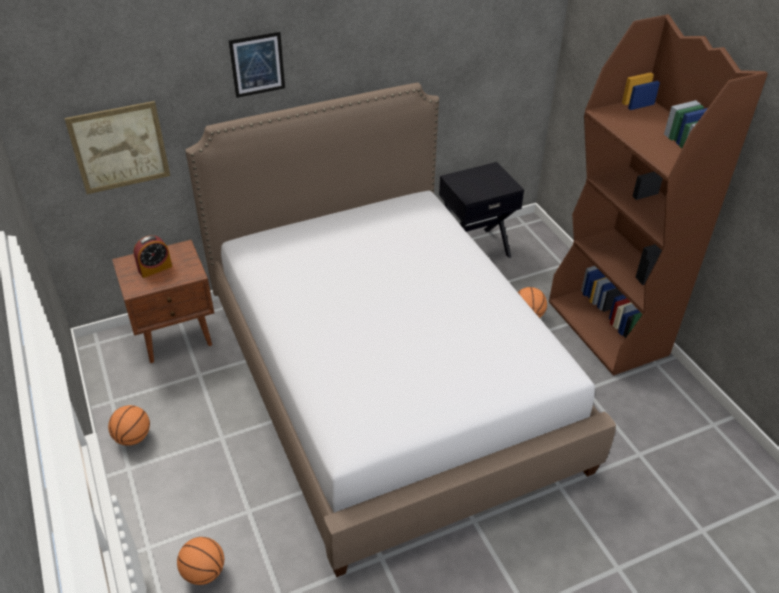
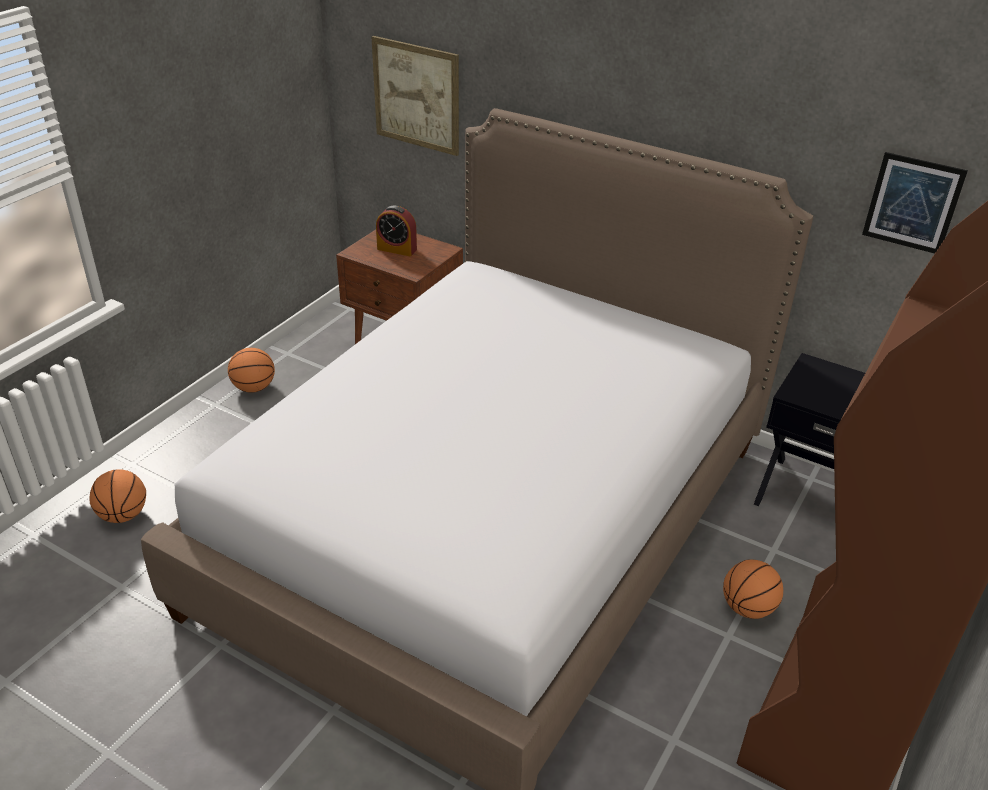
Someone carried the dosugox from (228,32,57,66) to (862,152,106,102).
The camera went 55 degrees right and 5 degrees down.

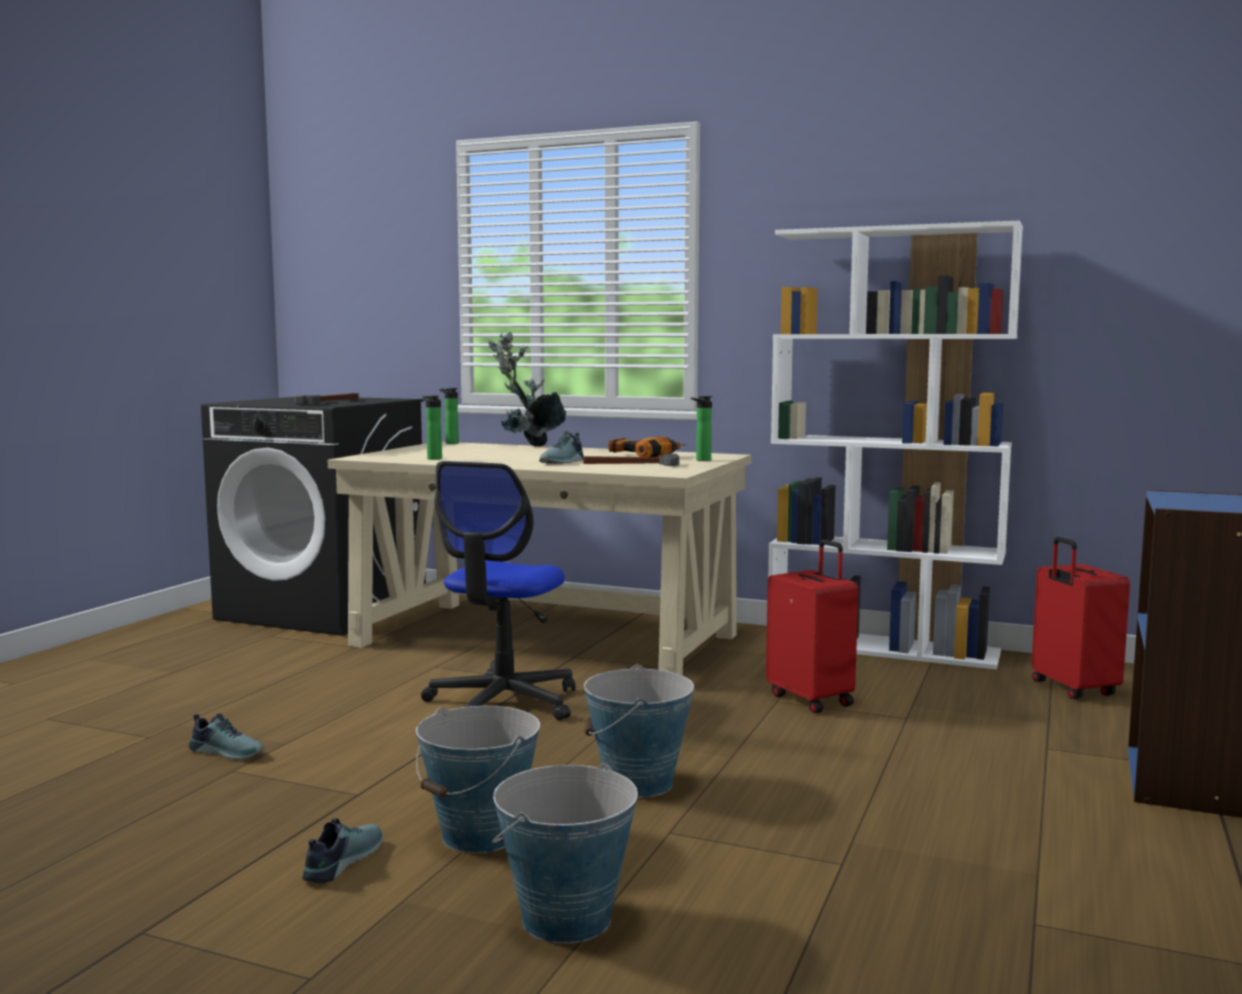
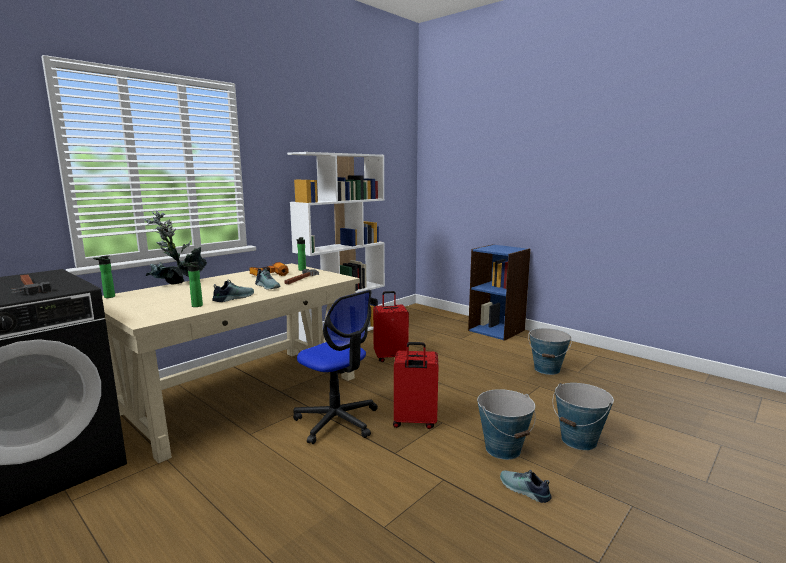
Someone carried the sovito from (189,713,75,47) to (212,280,42,22).
Someone carried the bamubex from (584,664,110,134) to (528,328,44,47).
Someone carried the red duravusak from (1032,537,98,162) to (393,342,45,87).
The camera went 70 degrees left and 5 degrees up.

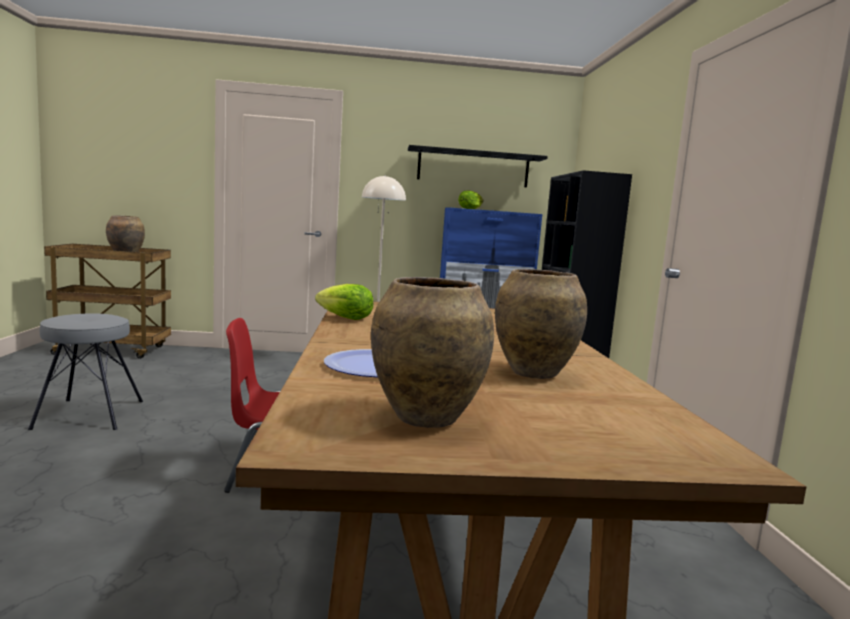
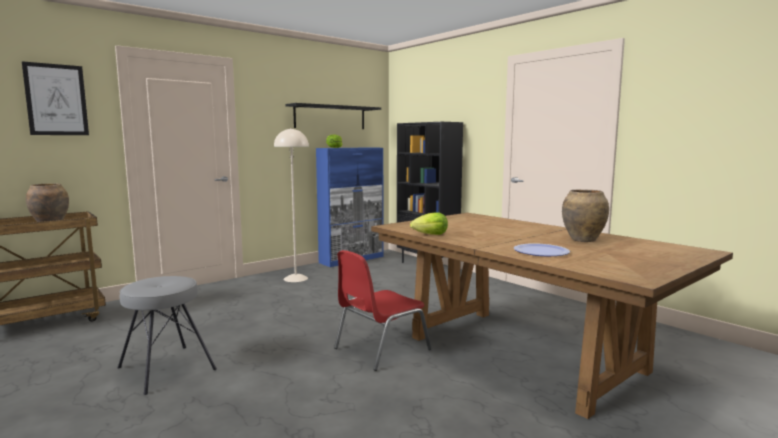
Someone took away the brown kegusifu at (371,277,123,151).
Someone put up the dosugox at (22,61,67,74).
The camera went 35 degrees left and 0 degrees up.

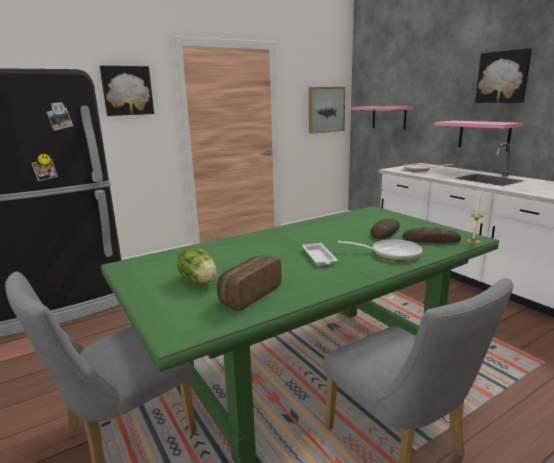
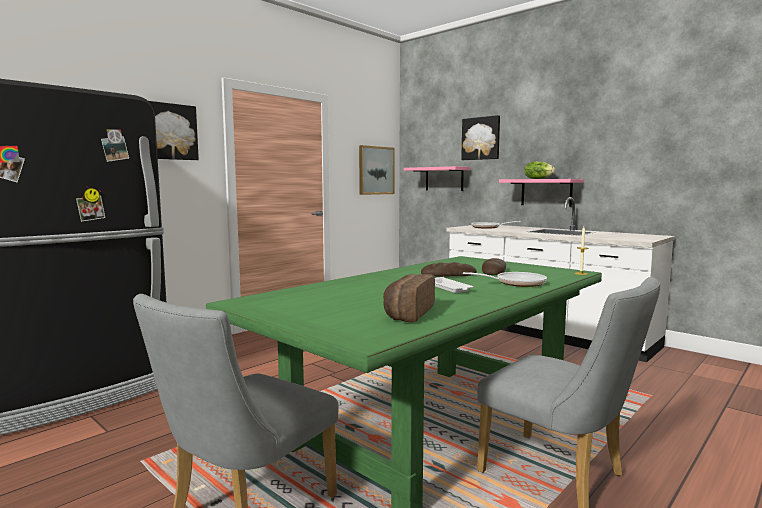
Someone carried the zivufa from (177,248,40,36) to (524,161,31,18).
Someone carried the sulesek from (402,227,59,16) to (421,262,56,15).
Someone carried the dosugox from (475,48,57,55) to (461,115,39,45).
The camera went 15 degrees left and 10 degrees down.

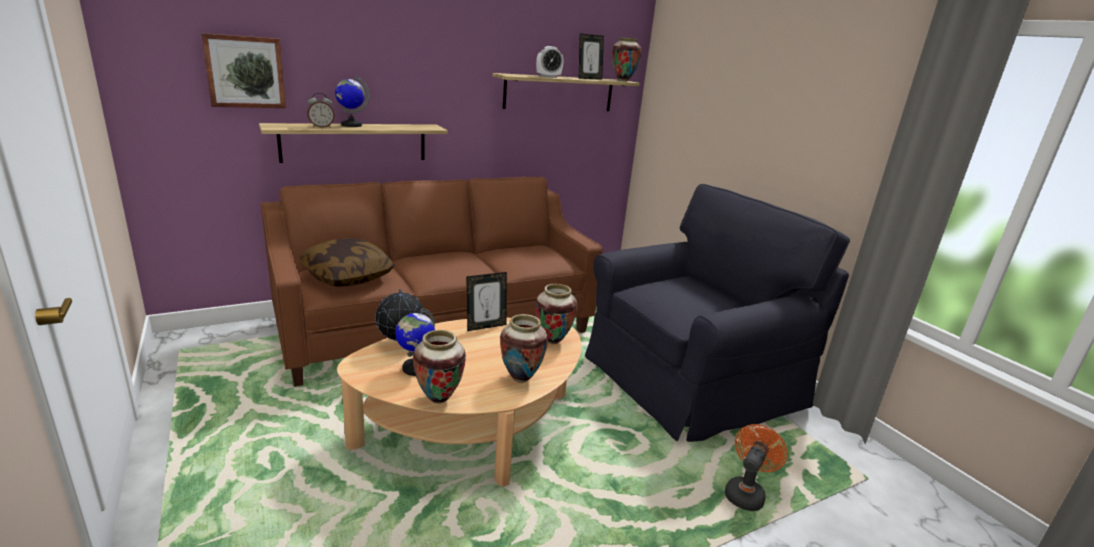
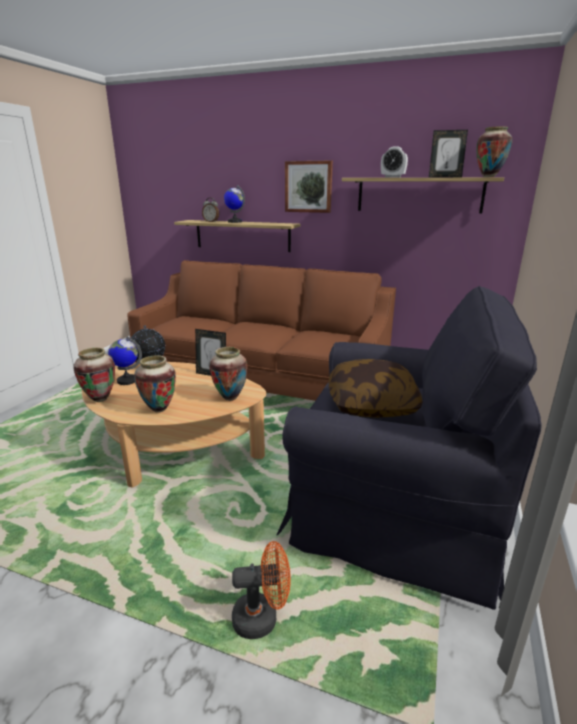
Someone carried the dosugox from (201,33,85,75) to (285,161,48,52).
Someone carried the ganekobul from (299,238,96,49) to (329,359,94,59).
The camera went 50 degrees right and 0 degrees up.

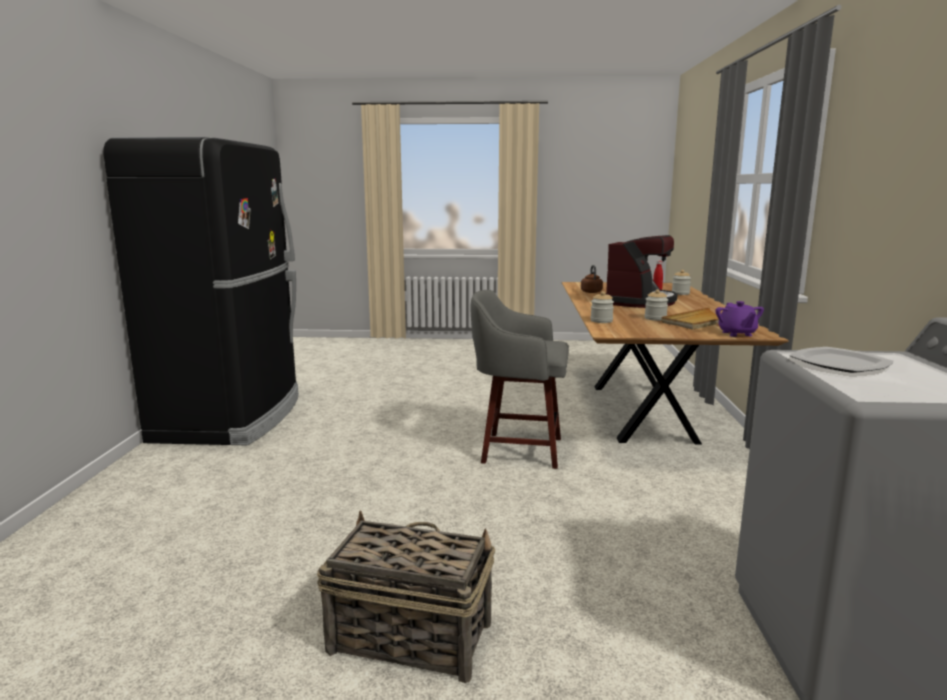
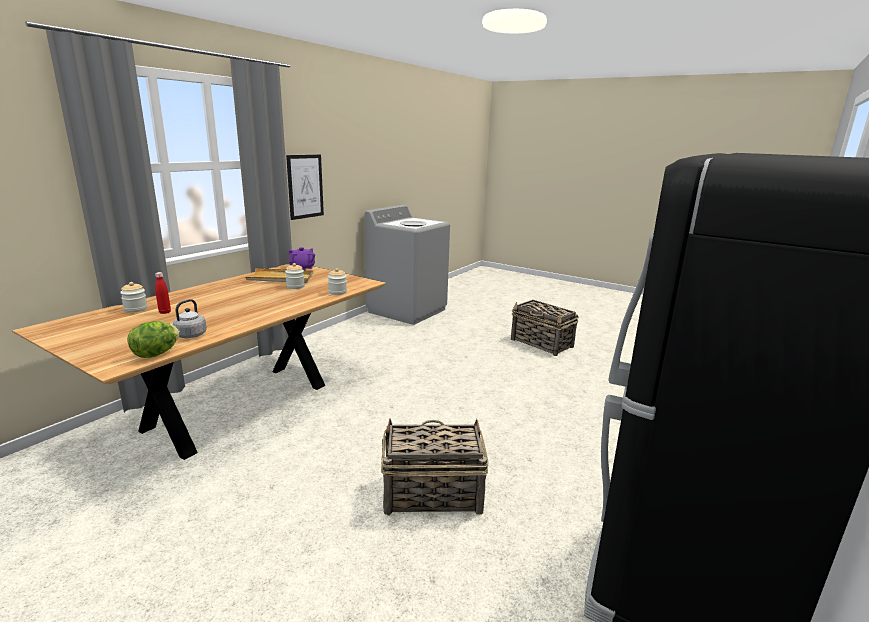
Someone took away the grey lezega at (471,290,98,179).
Someone repainted the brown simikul at (581,265,22,28), which became the grey simikul at (168,299,39,39).
Someone took away the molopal at (606,235,72,73).
Someone put down the zivufa at (127,321,53,37).
Someone put up the dosugox at (286,155,38,65).
Someone put down the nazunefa at (381,419,108,97).
The camera went 150 degrees left and 5 degrees up.

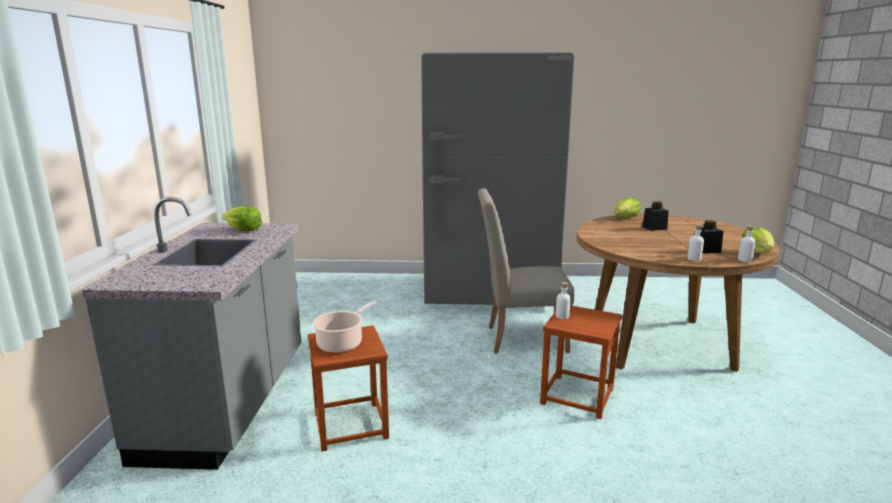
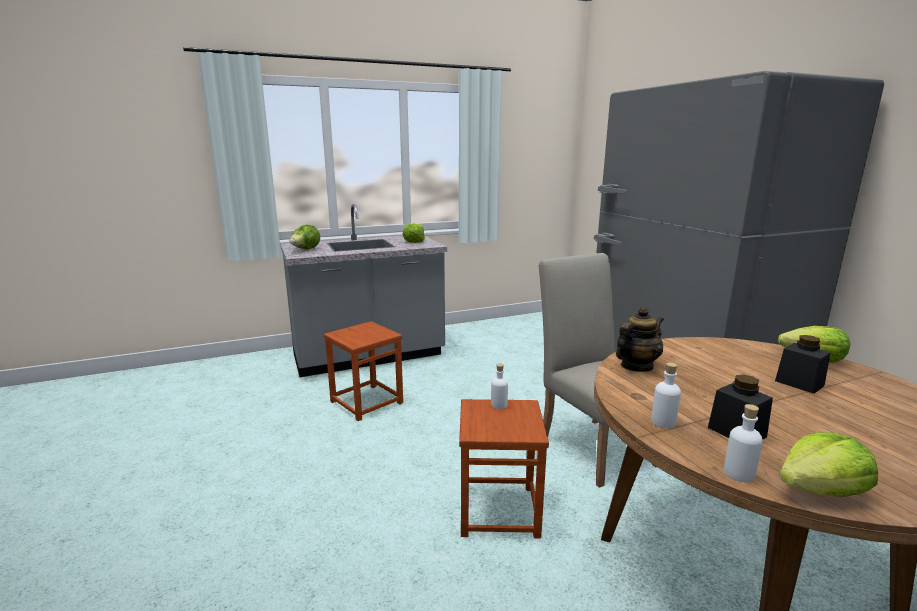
Someone took away the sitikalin at (313,301,64,52).
Someone put down the zivufa at (289,225,31,24).
Someone put down the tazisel at (616,307,48,65).
The camera went 65 degrees right and 0 degrees up.

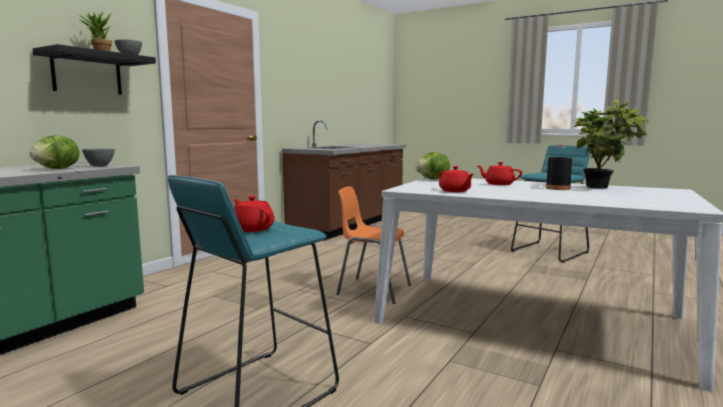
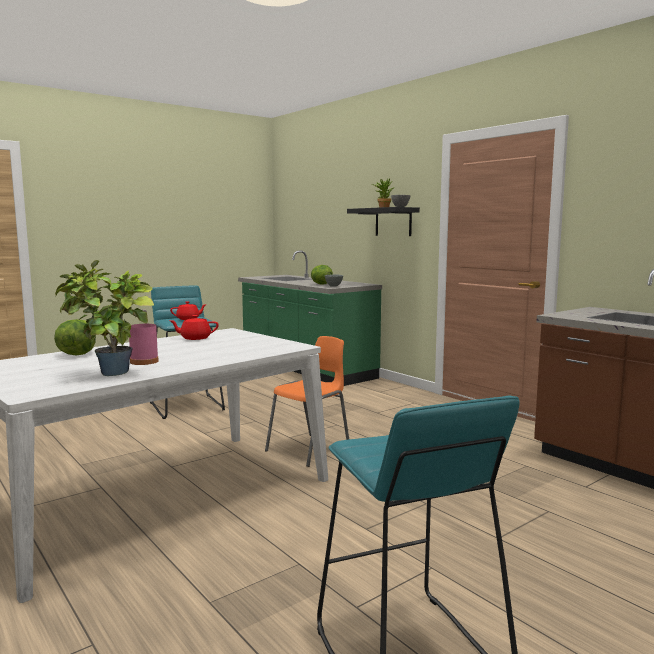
Someone carried the zivufa from (415,152,35,27) to (54,319,42,37).
Someone took away the red tazisel at (478,162,44,23).
Someone repainted the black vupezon at (546,144,26,46), which became the pink vupezon at (129,309,30,56).
The camera went 110 degrees right and 0 degrees up.

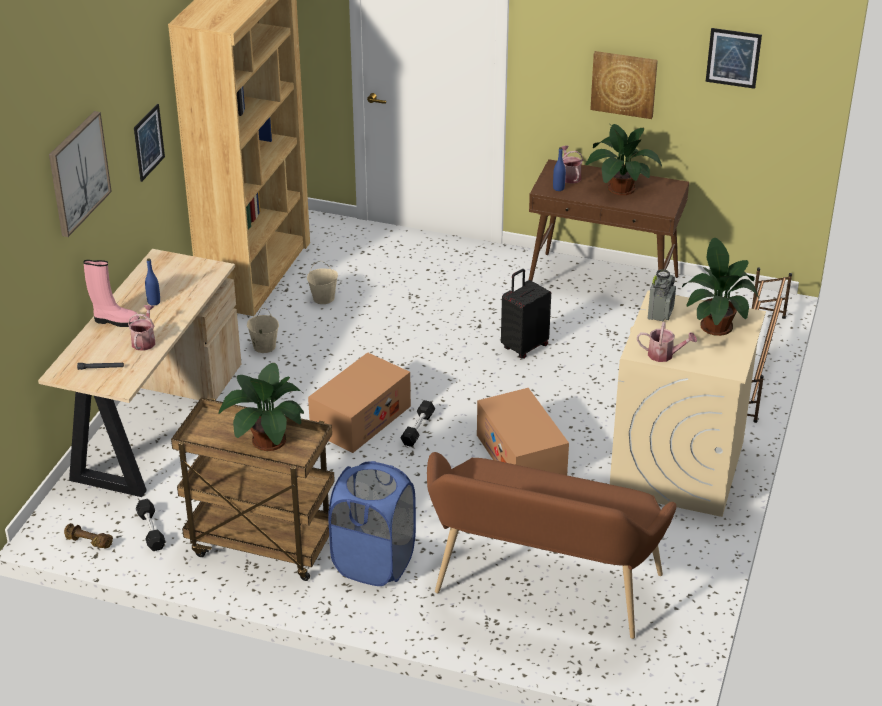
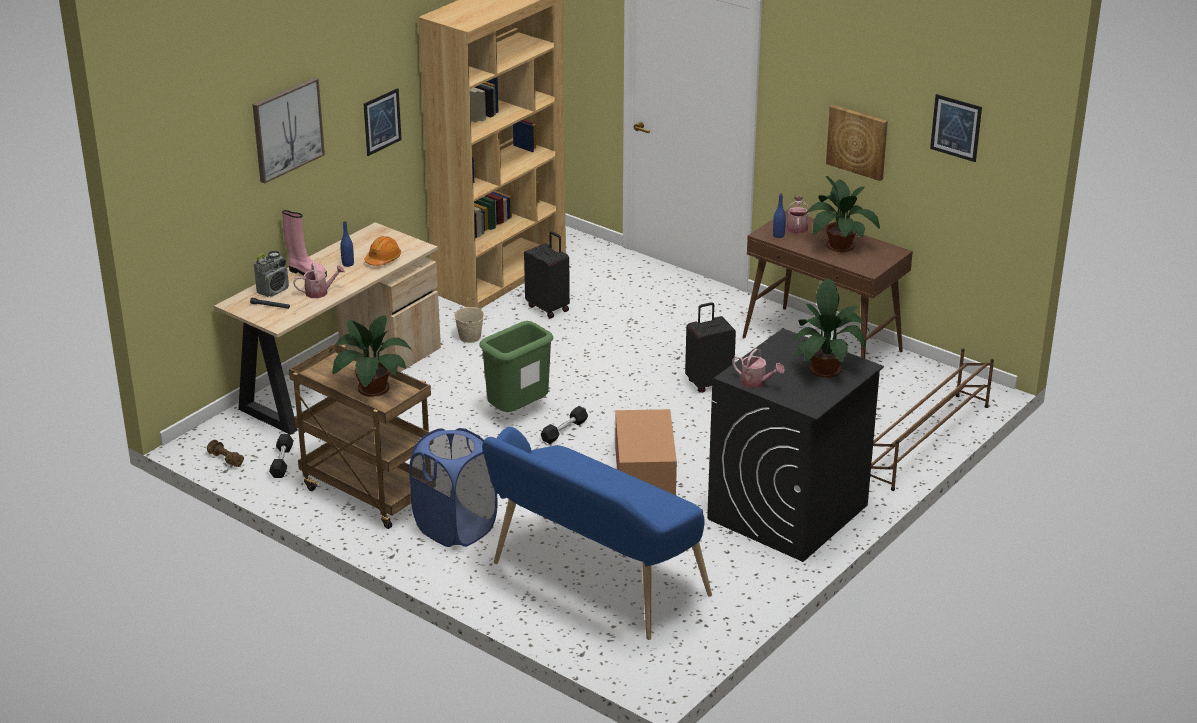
Someone rotated the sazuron at (128,305,27,46) by 45 degrees clockwise.
Someone swapped the beige bamubex at (307,261,31,43) for the black duravusak at (524,231,46,87).
Someone swapped the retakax at (308,352,103,101) for the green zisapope at (479,321,74,91).
Someone repainted the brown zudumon at (427,452,250,187), which became the blue zudumon at (482,427,230,213).
Someone repainted the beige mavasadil at (610,291,156,226), which became the black mavasadil at (707,329,177,233).
Someone carried the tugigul from (648,269,28,53) to (254,251,35,46).
Someone put down the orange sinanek at (364,236,37,30).
The camera went 20 degrees right and 5 degrees down.

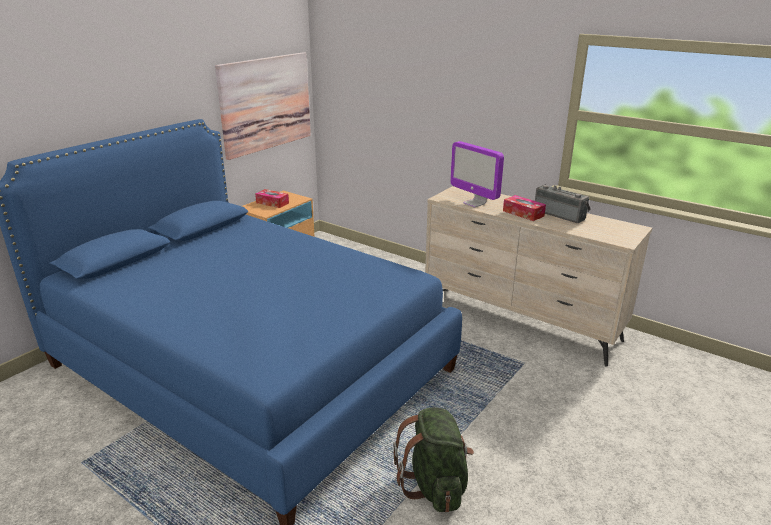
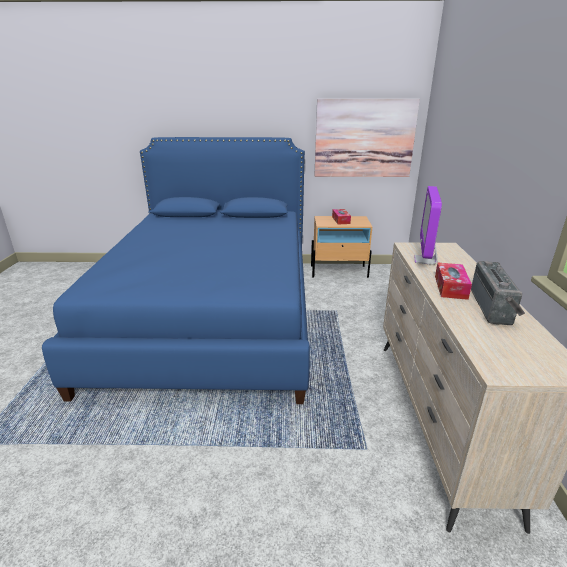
Someone took away the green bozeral at (393,407,81,105).
The camera went 55 degrees right and 0 degrees up.

